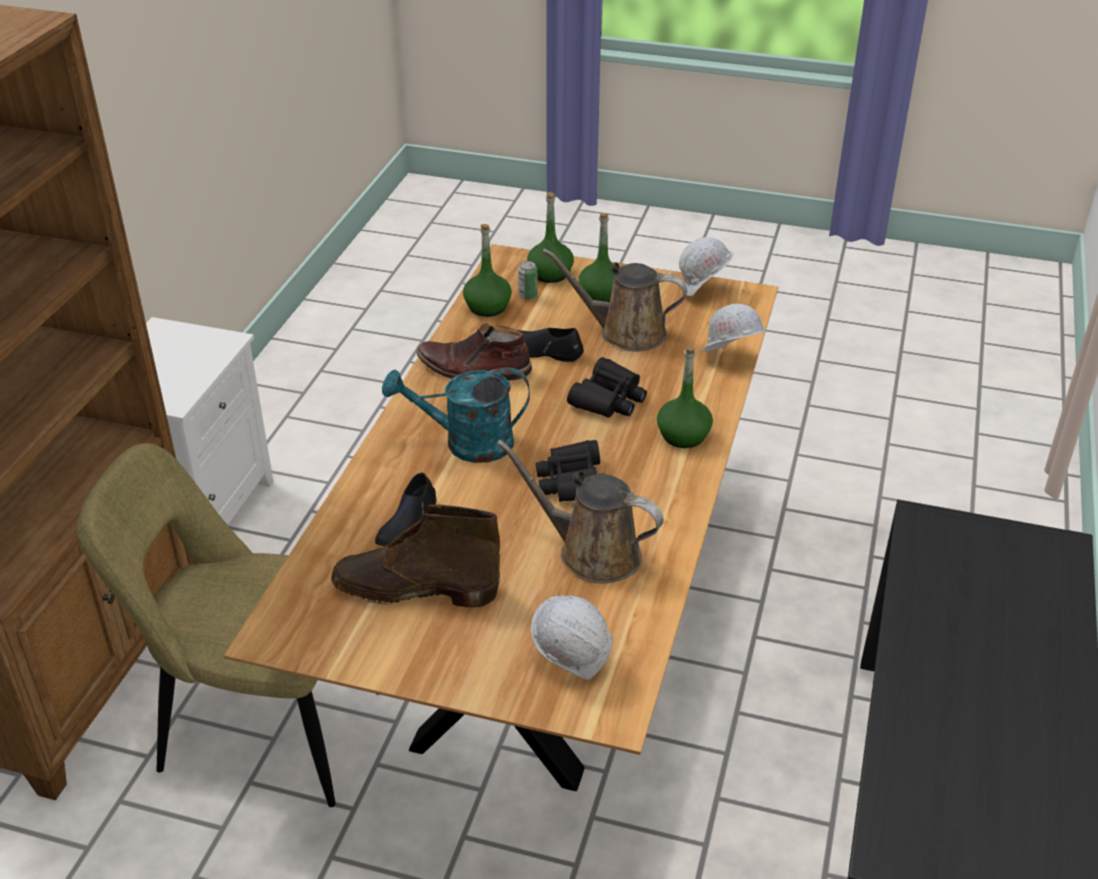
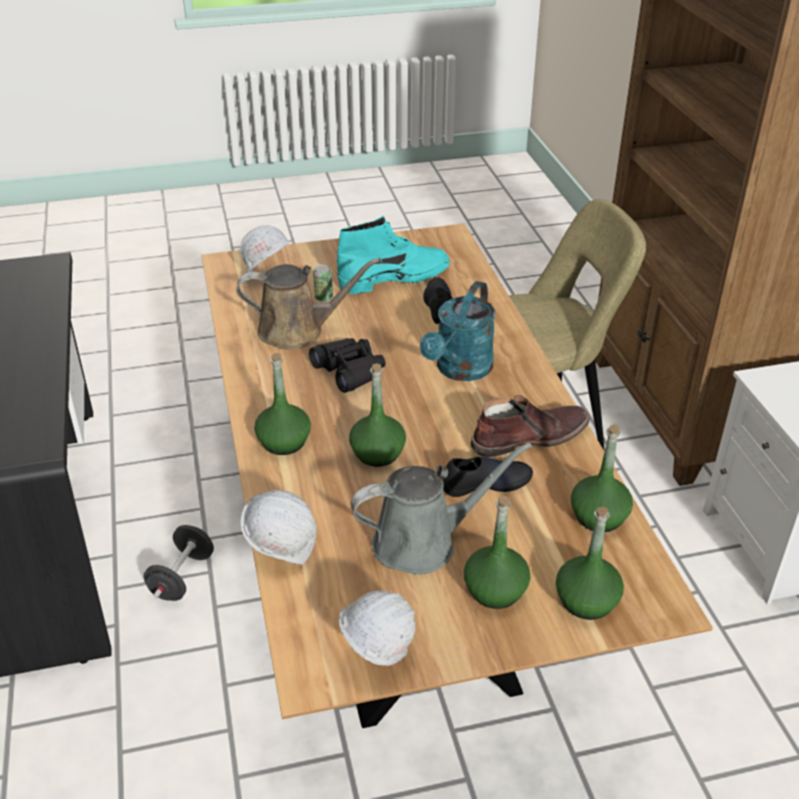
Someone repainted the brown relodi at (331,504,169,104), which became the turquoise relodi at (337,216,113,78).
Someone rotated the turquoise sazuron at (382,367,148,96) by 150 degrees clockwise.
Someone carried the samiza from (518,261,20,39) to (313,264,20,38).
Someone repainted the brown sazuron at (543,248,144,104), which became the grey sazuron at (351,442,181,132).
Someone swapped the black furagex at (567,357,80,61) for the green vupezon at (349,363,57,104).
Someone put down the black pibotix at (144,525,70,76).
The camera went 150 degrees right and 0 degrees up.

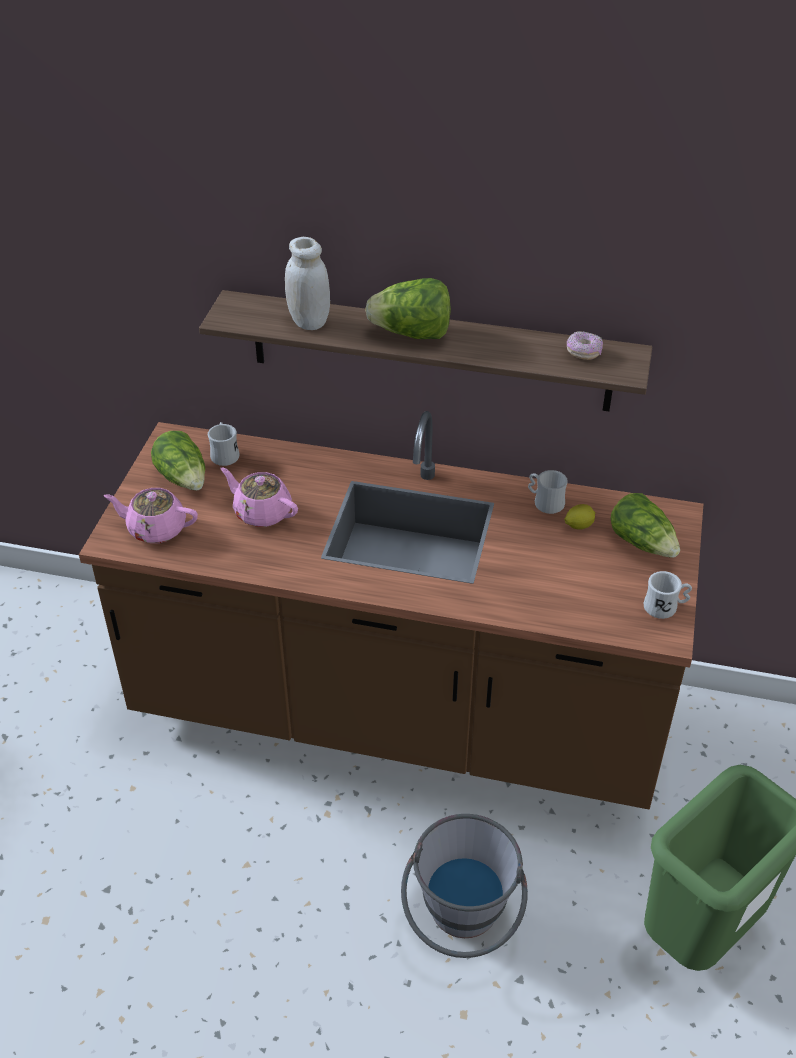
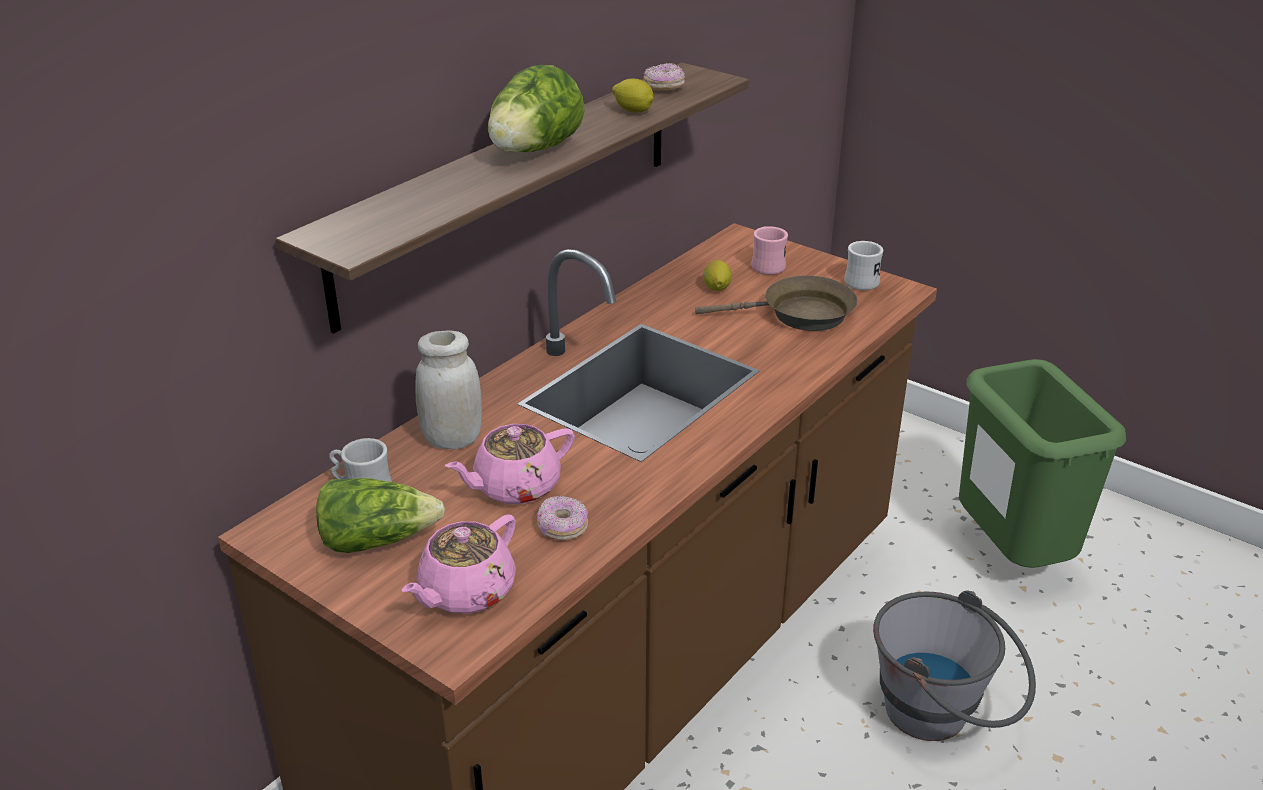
Someone carried the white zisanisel from (285,237,45,93) to (416,330,66,119).
Someone took away the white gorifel at (528,470,40,44).
Someone swapped the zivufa at (610,493,70,65) for the pink gorifel at (751,226,37,49).
Someone put down the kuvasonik at (537,496,51,44).
Someone put down the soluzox at (612,79,41,34).
Someone put down the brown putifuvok at (695,276,163,55).
The camera went 65 degrees left and 10 degrees down.

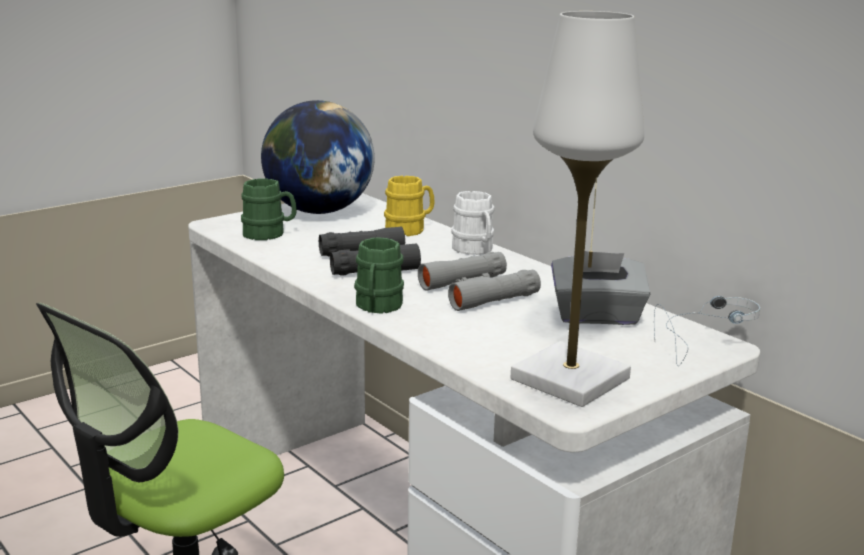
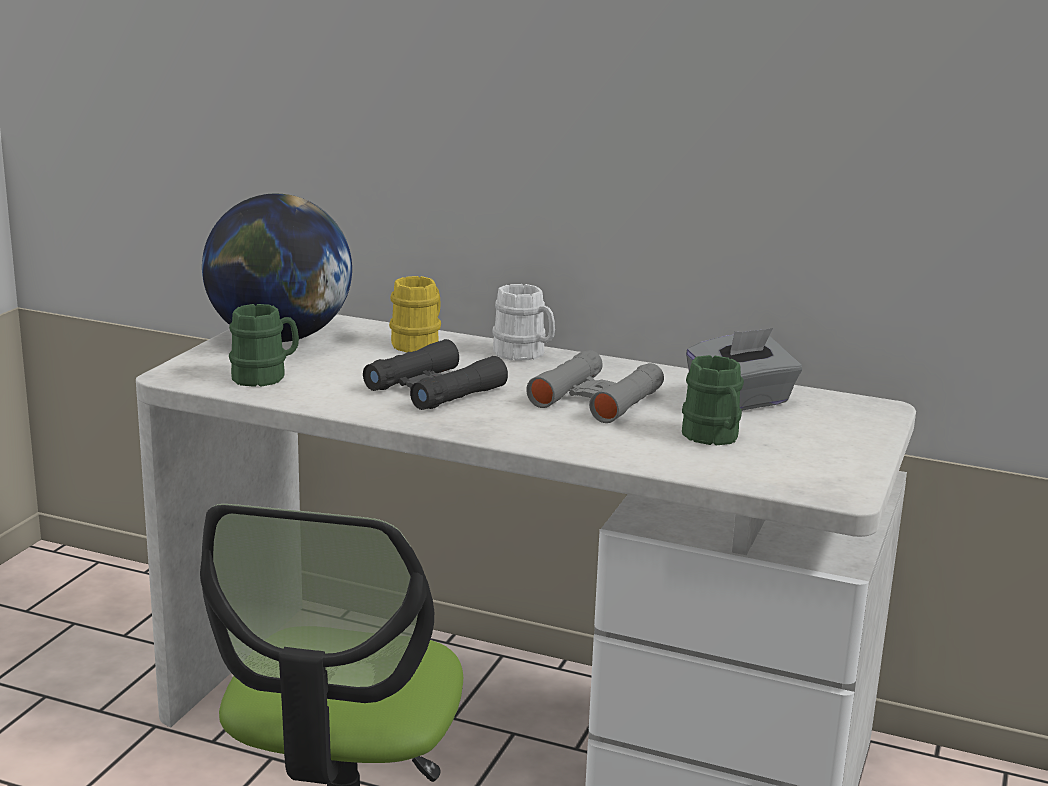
Someone carried the green gorifel from (354,237,50,77) to (682,355,62,90).
Someone took away the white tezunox at (511,11,133,396).
Someone took away the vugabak at (654,296,106,70).
The camera went 30 degrees left and 0 degrees up.

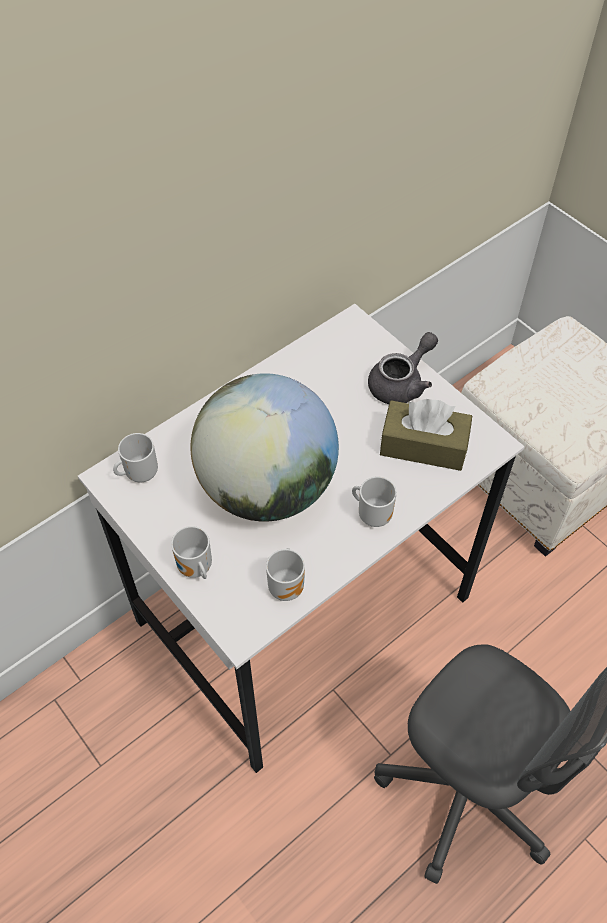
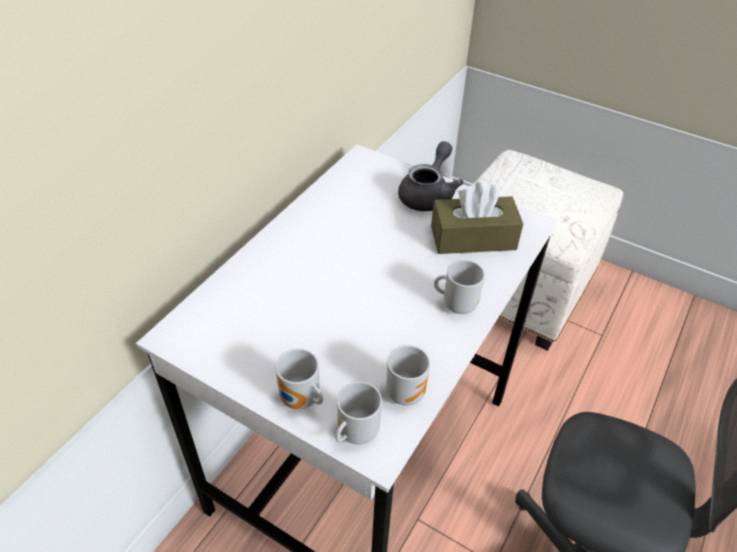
Someone carried the gorifel from (113,433,45,49) to (335,382,47,63).
Someone took away the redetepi at (191,373,148,148).
The camera went 20 degrees left and 10 degrees down.

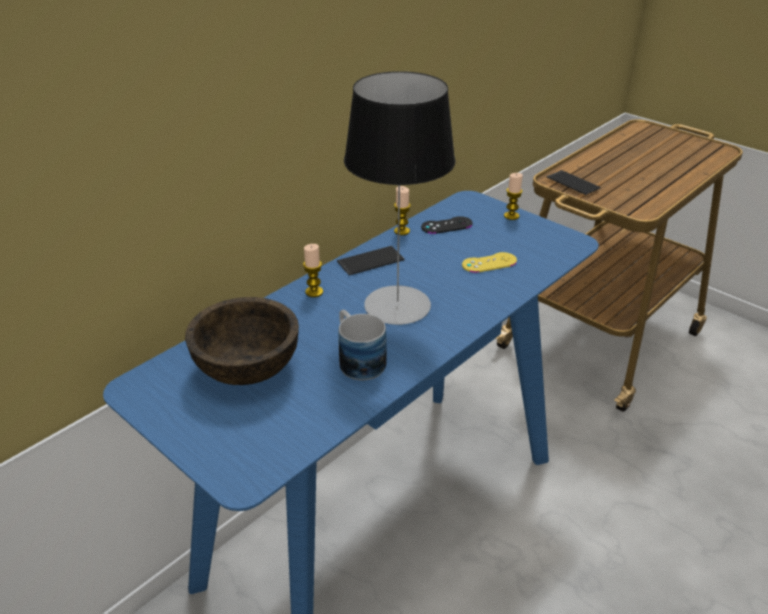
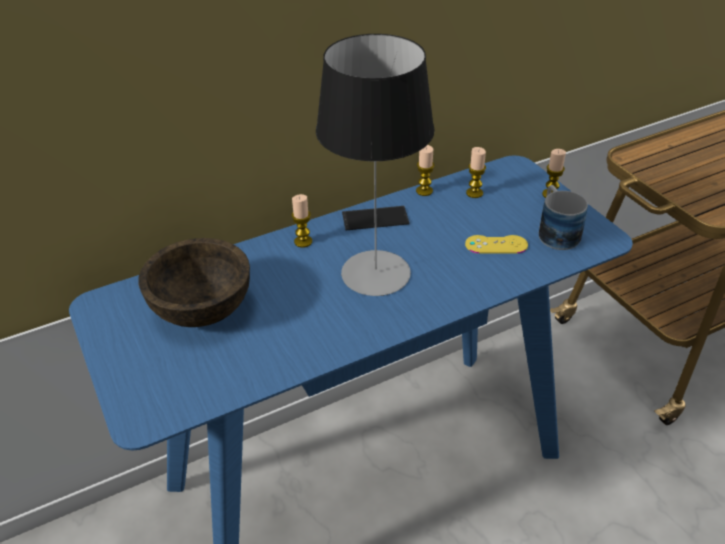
Someone carried the gorifel from (338,310,48,70) to (539,185,49,65).
Someone swapped the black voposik at (421,216,52,18) for the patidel at (466,147,20,51).
Someone took away the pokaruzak at (547,170,54,25).
The camera went 20 degrees right and 5 degrees up.

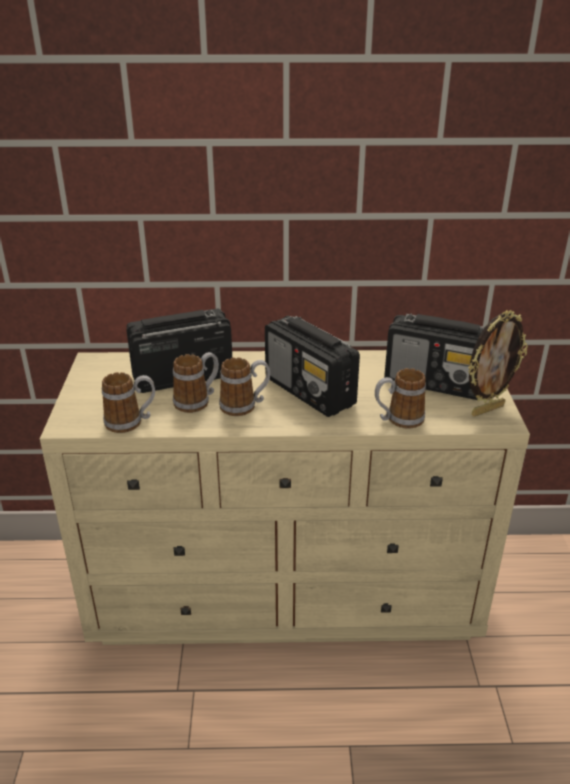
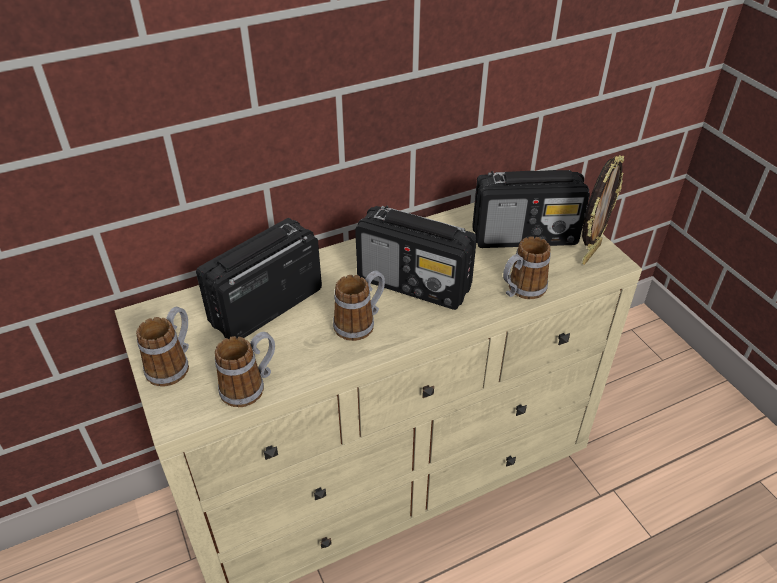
Someone carried the gorifel from (173,352,46,61) to (136,307,53,80).
The camera went 25 degrees left and 10 degrees up.

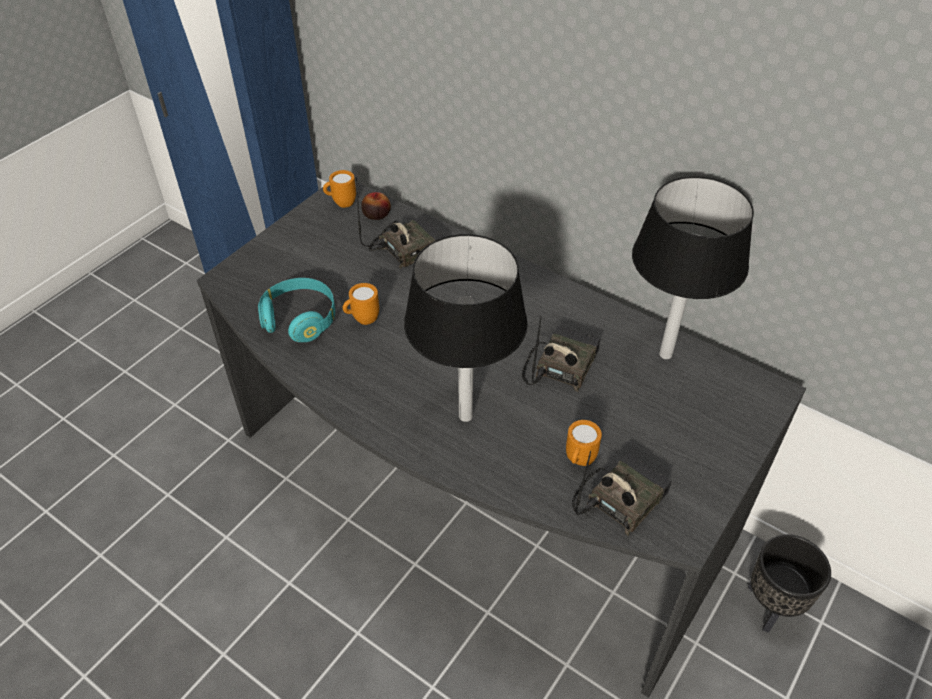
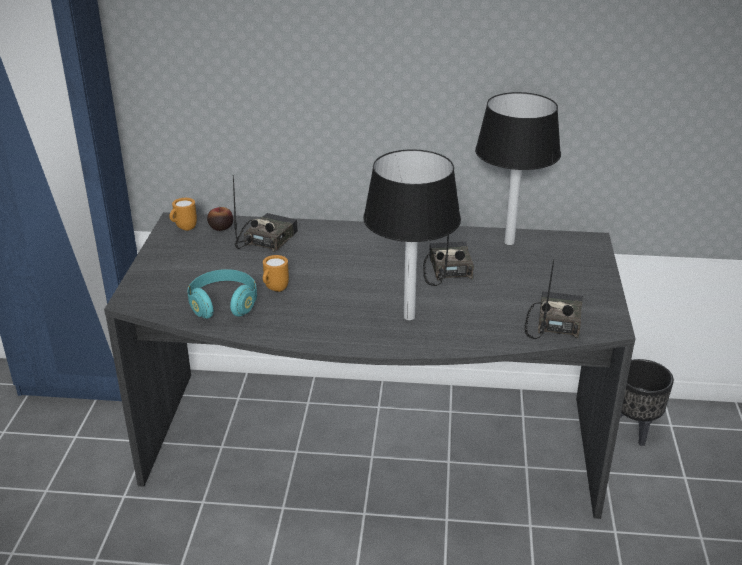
Someone took away the orange gorifel at (566,420,36,46).
The camera went 30 degrees left and 15 degrees down.

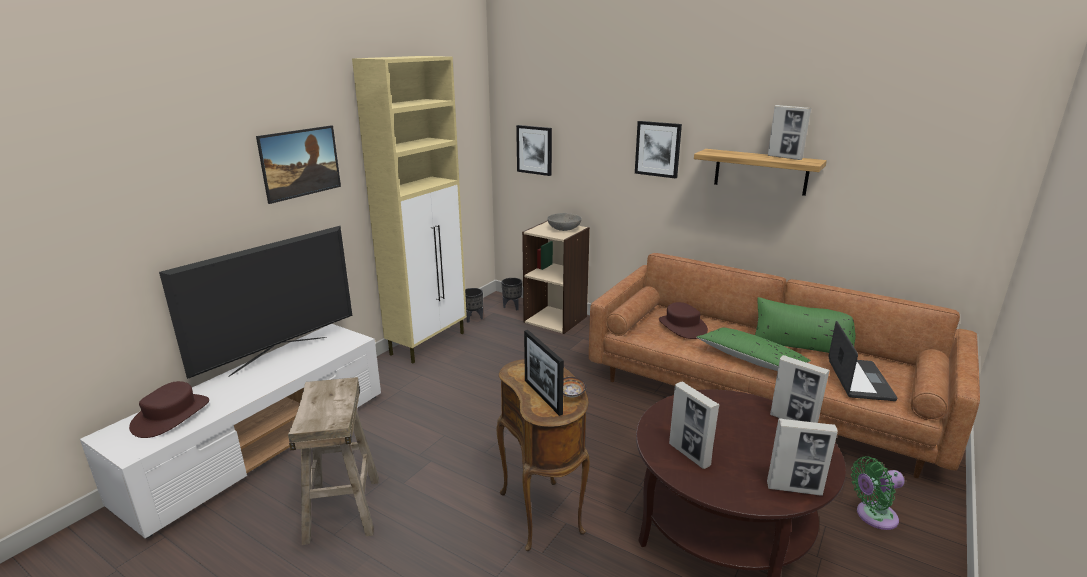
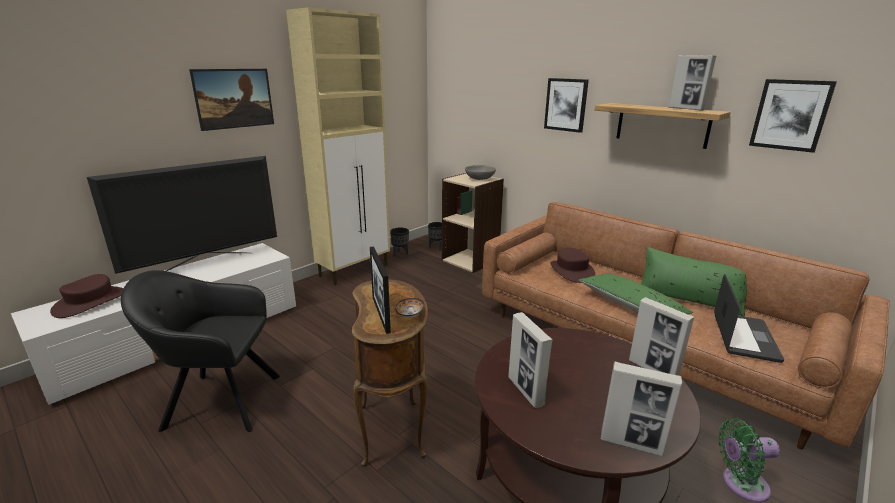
Someone swapped the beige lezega at (288,377,91,168) for the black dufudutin at (121,270,159,162).
Someone carried the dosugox from (516,125,36,51) to (749,79,88,74).
The camera went 10 degrees right and 0 degrees up.

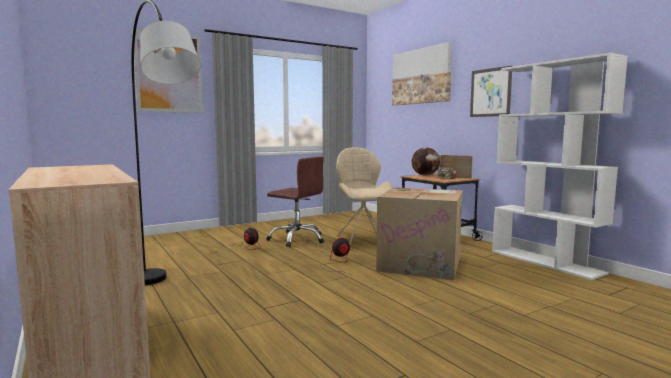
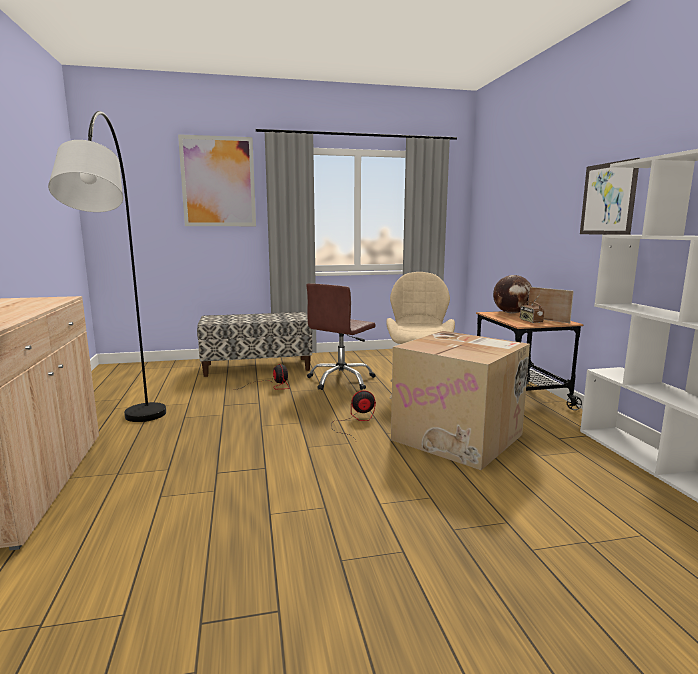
Someone rotated the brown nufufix at (267,157,57,90) by 75 degrees clockwise.
Someone took away the dosugox at (392,42,60,63).
Someone put down the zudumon at (197,312,115,65).
The camera went 20 degrees right and 5 degrees up.

